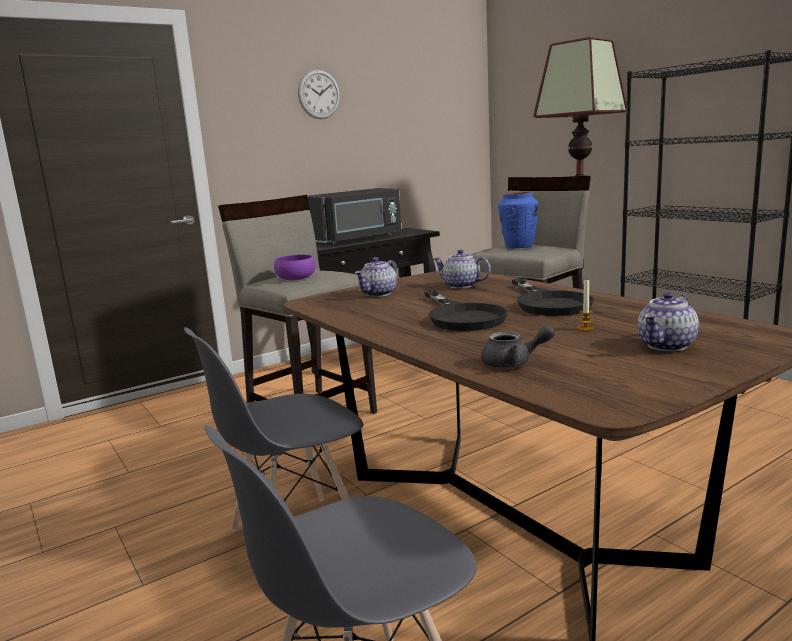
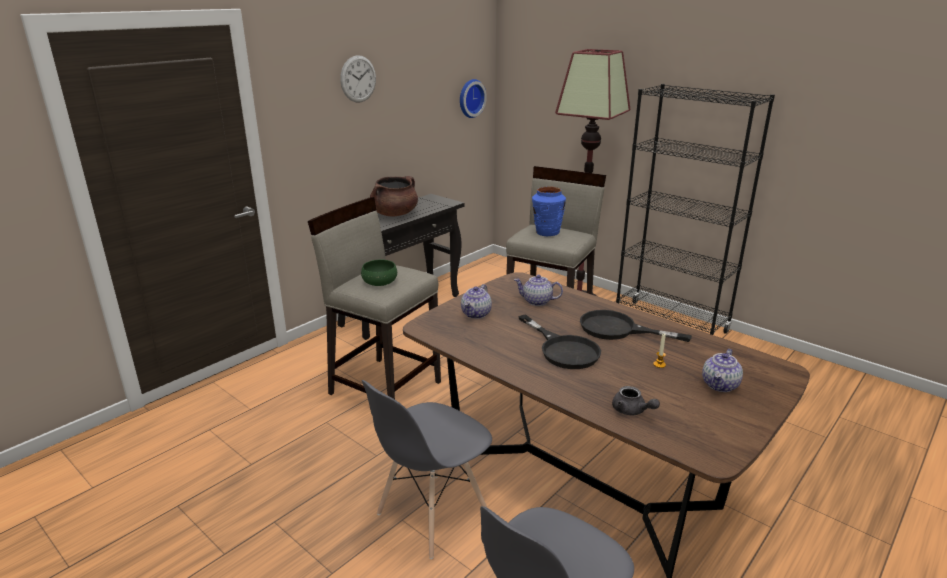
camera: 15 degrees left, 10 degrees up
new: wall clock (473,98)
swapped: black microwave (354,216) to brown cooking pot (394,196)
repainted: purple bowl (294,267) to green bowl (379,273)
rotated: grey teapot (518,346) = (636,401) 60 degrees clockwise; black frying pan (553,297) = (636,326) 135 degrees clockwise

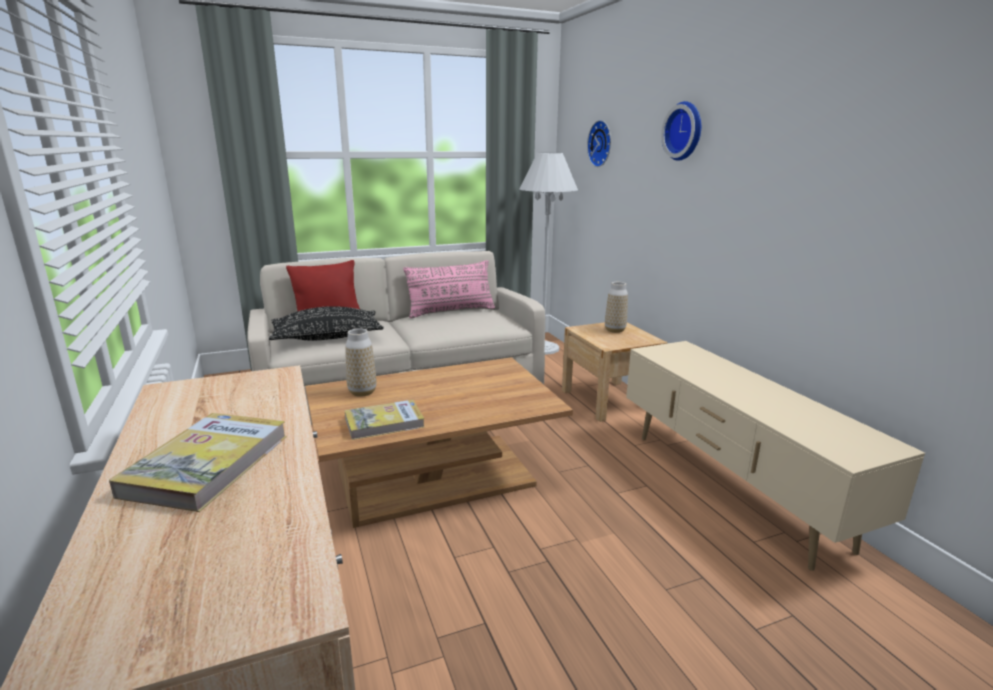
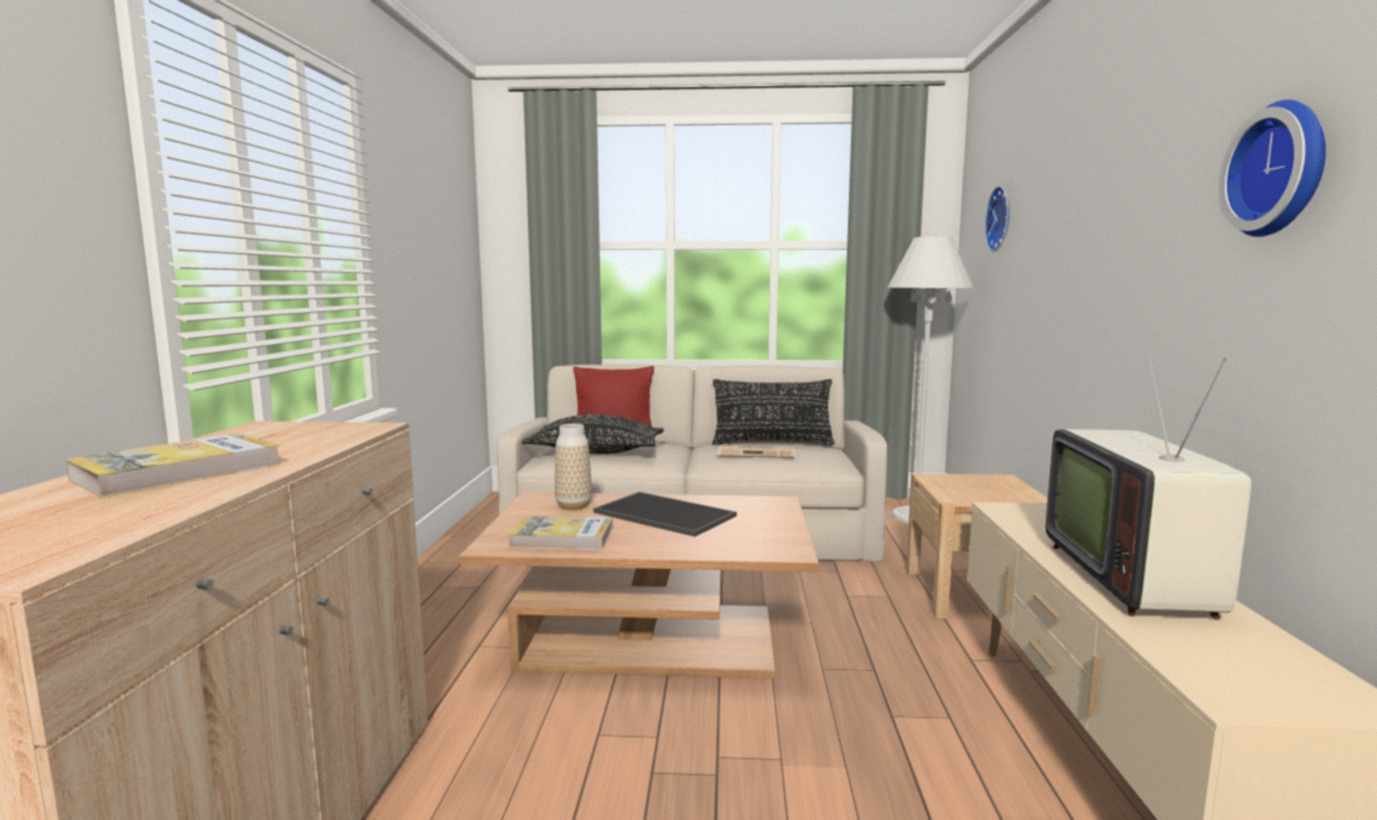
camera: 25 degrees right, 10 degrees down
gone: vase (616,307)
new: tray (665,514); newspaper (756,451); television (1148,486)
shifted: wall clock (681,131) to (1272,168)
repainted: pink pillow (449,289) to black pillow (773,412)

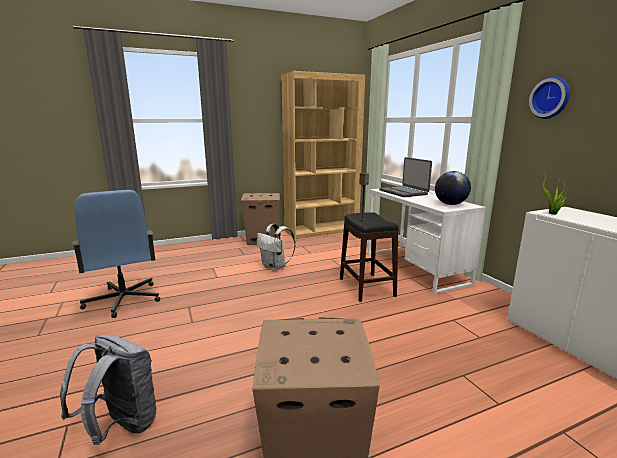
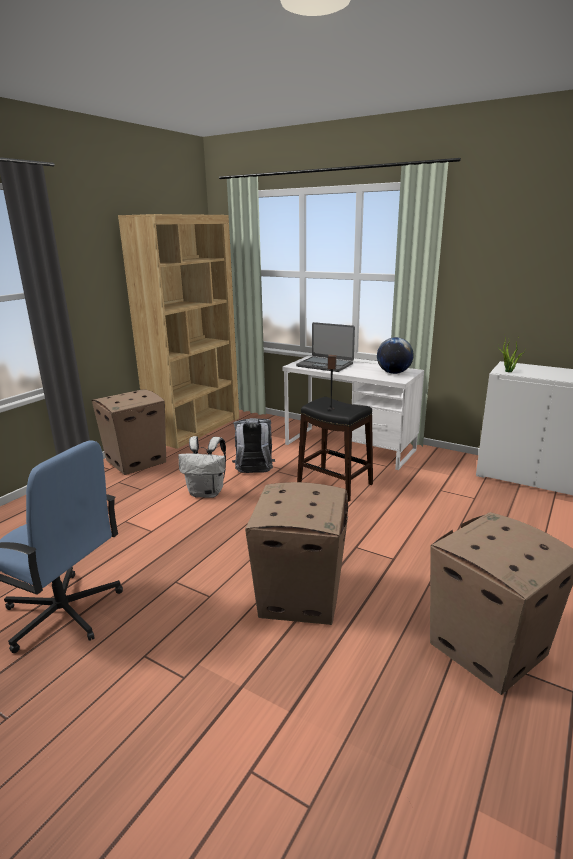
camera: 35 degrees left, 5 degrees up
gone: wall clock (549,97)
new: cardboard box (296,553)
shifted: grey backpack (108,390) to (253,445)

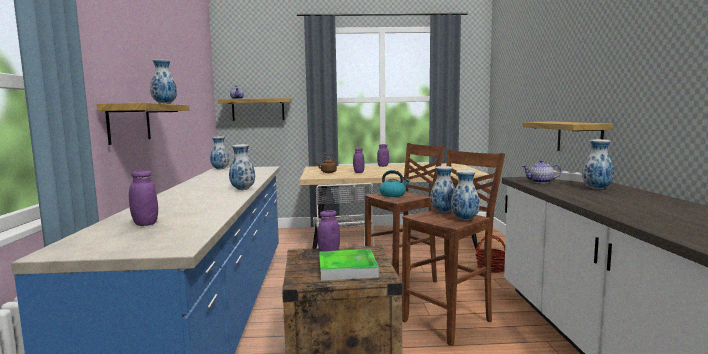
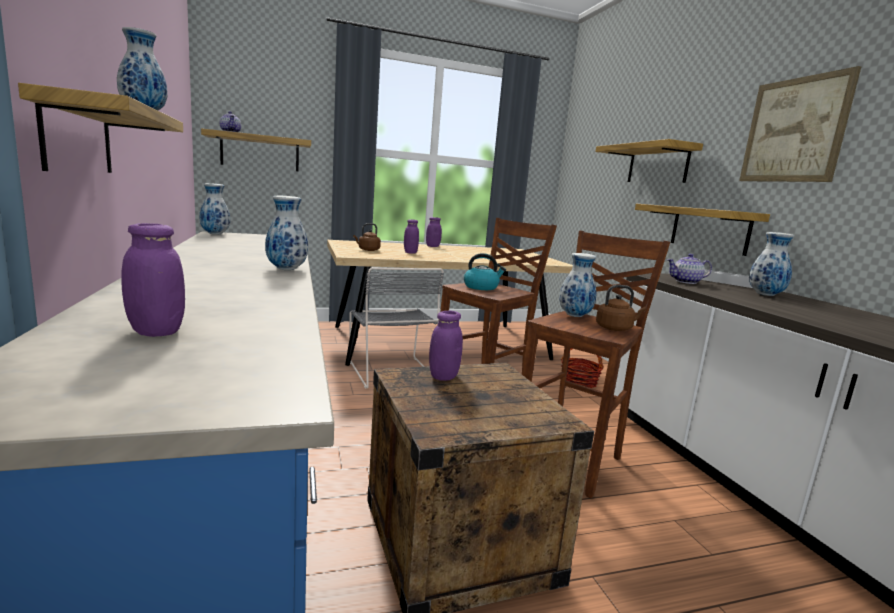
camera: 15 degrees left, 5 degrees up
gone: tray (349,265)
new: shelf (649,161); picture (800,124)
swapped: vase (465,195) to brown kettle (621,308)

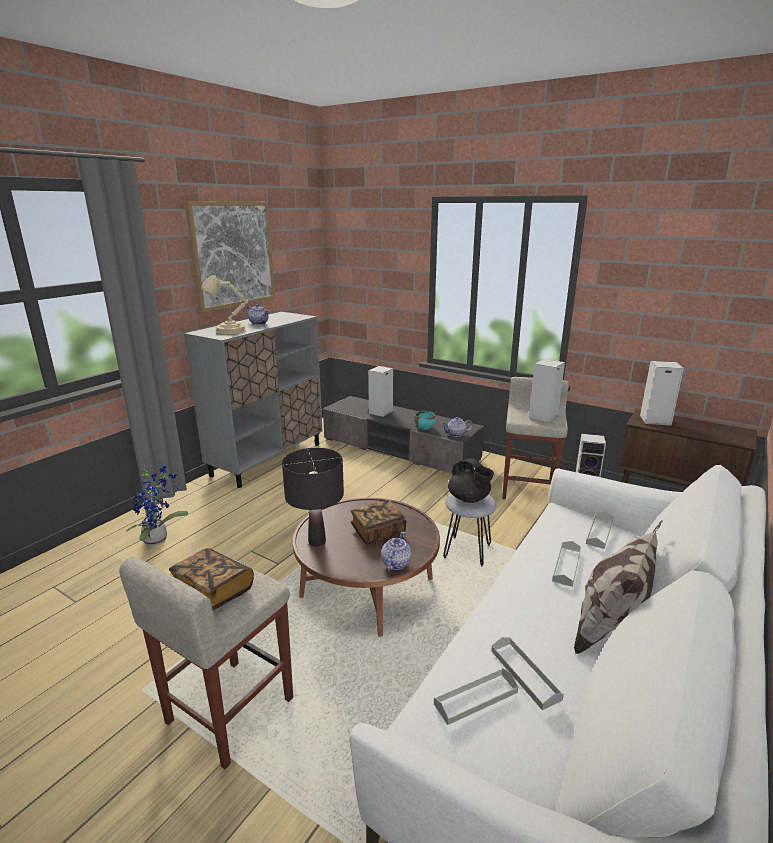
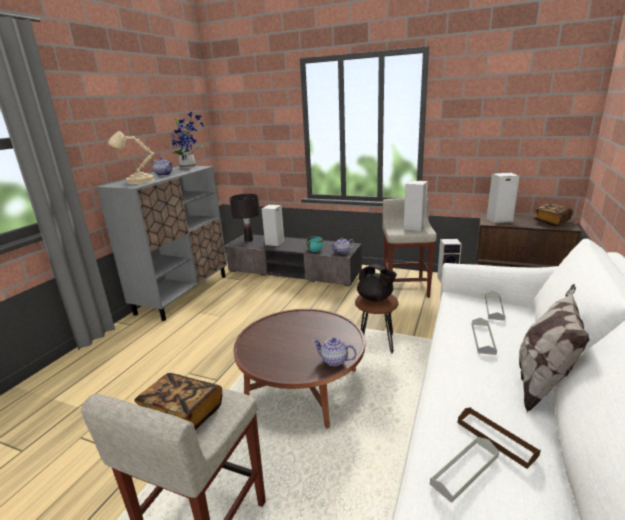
camera: 10 degrees left, 0 degrees up
gone: picture (230,257)
shifted: potted plant (157,505) to (189,140); black table lamp (313,497) to (244,218); book (378,522) to (553,214)
repainted: grey stool (470,529) to brown stool (377,324); grey tray (527,673) to brown tray (499,438)
rotated: teapot (396,551) = (334,351) 75 degrees counterclockwise

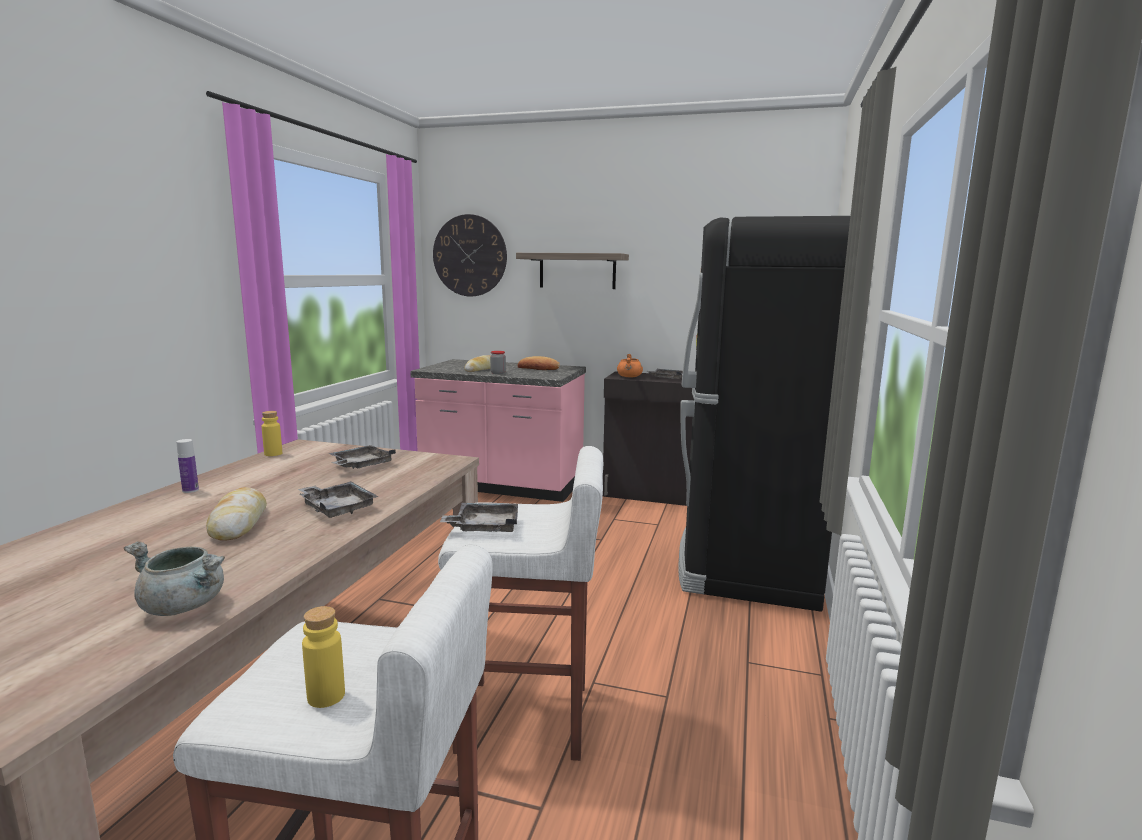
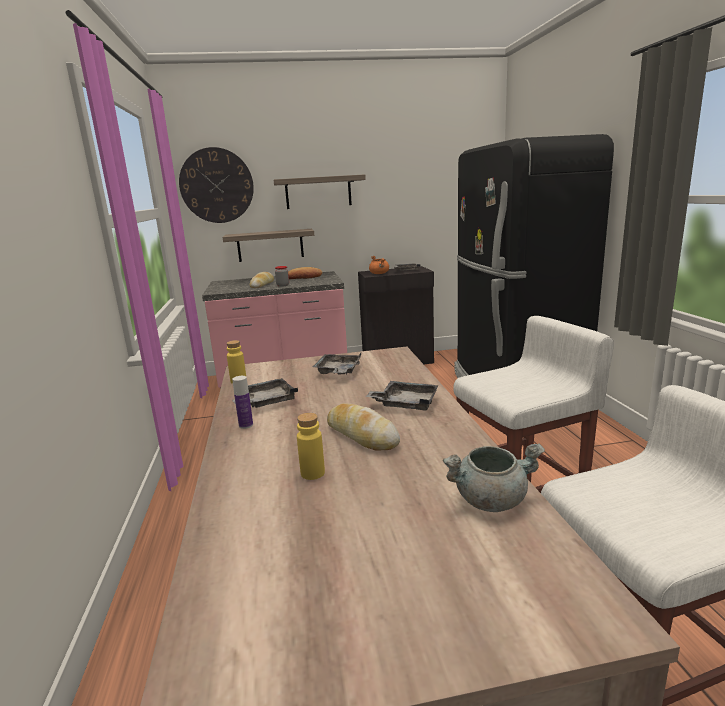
camera: 25 degrees left, 5 degrees up
new: shelf (268,245)
shifted: yellow bottle (323,657) to (311,446); grey tray (479,517) to (265,393)

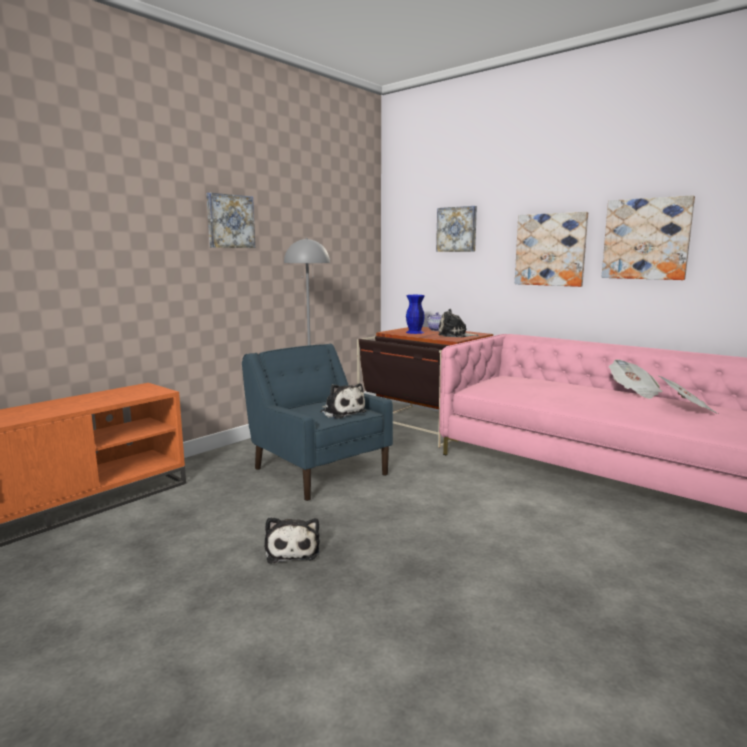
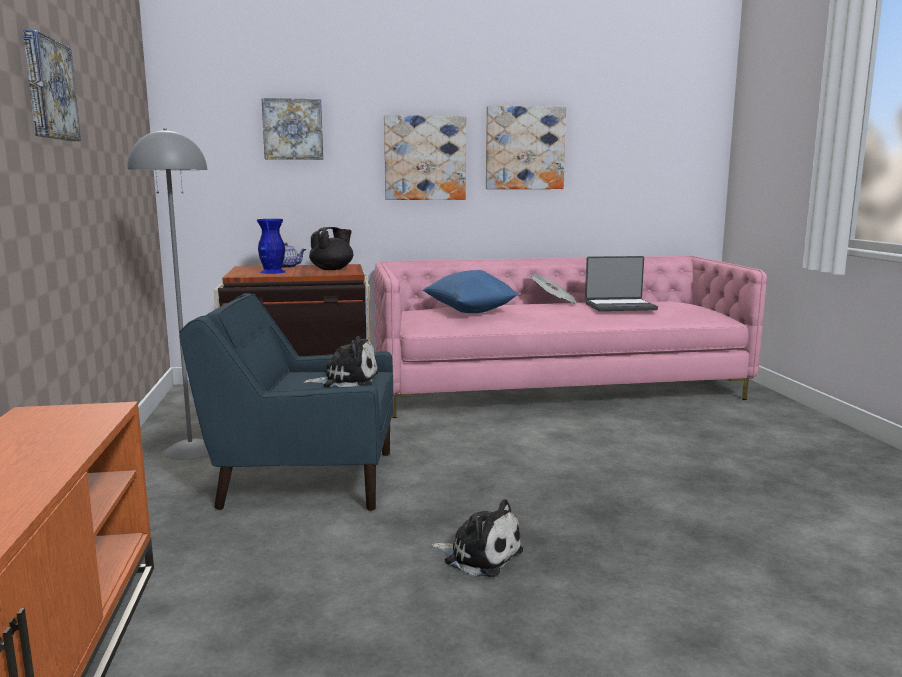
camera: 50 degrees left, 0 degrees up
new: blue pillow (471,291)
swapped: plush toy (458,323) to black teapot (331,248); newspaper (687,394) to laptop (621,283)

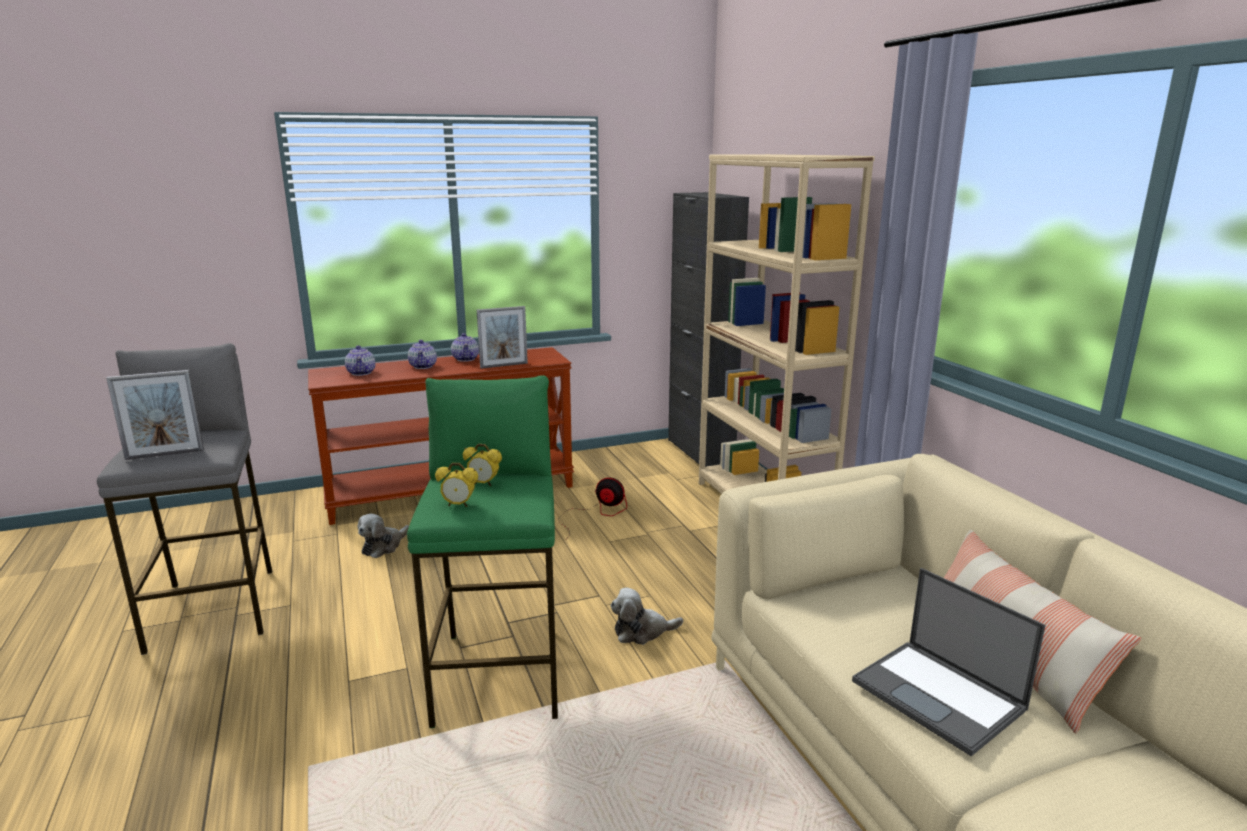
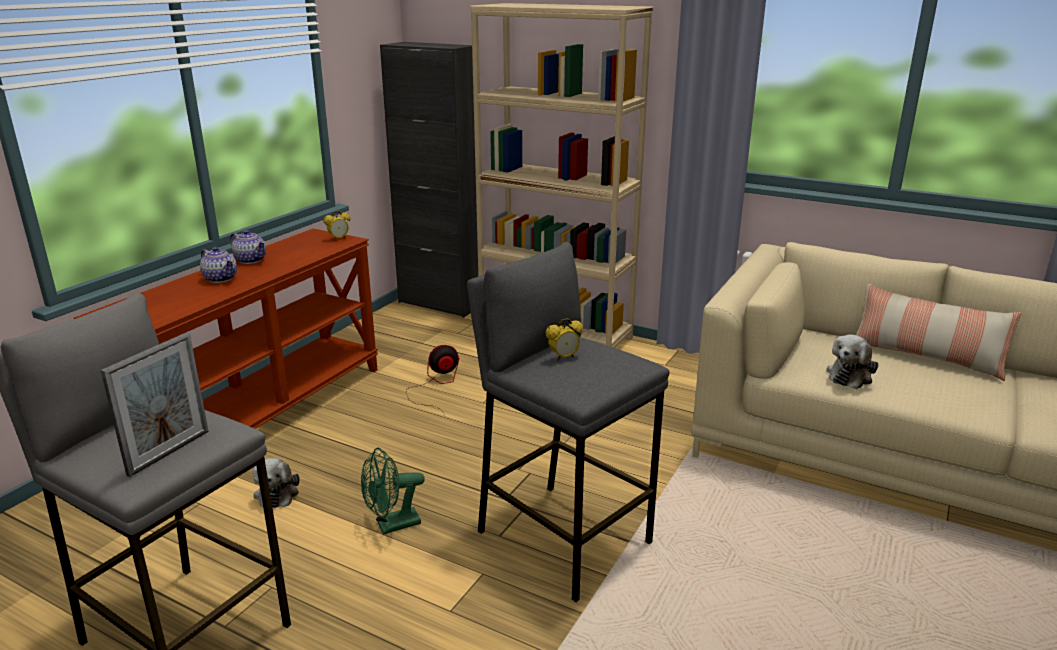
camera: 40 degrees left, 5 degrees up
gone: teapot (360,360); picture frame (502,337); laptop (949,662)
new: green fan (393,491)
shifted: alarm clock (456,485) to (336,225); plush toy (647,616) to (852,361)
repainted: green stool (482,551) to grey stool (568,422)

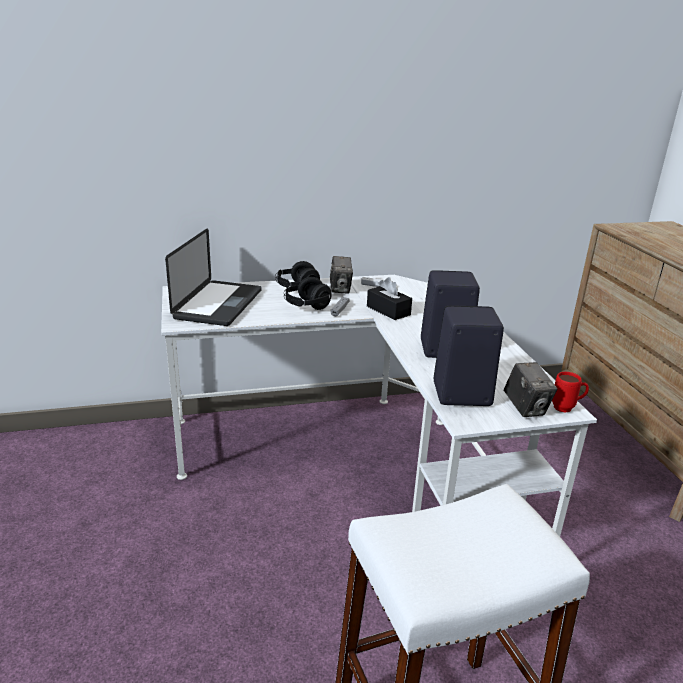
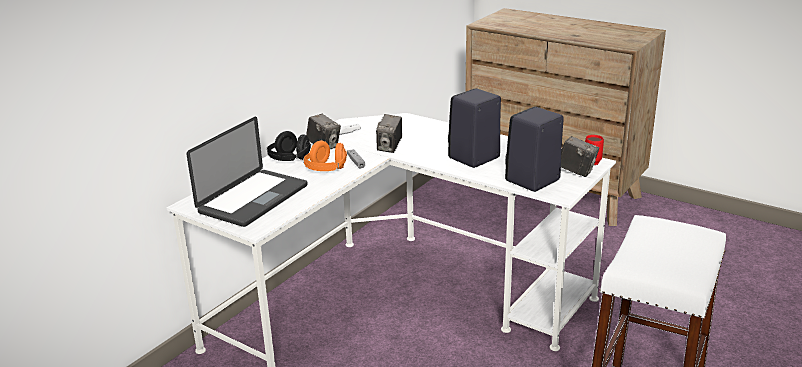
camera: 40 degrees left, 0 degrees up
swapped: black tissue box (389,298) to photo camera (389,133)
repainted: black headphones (308,293) to orange headphones (325,155)
rotated: laptop (213,277) = (247,172) 60 degrees clockwise

